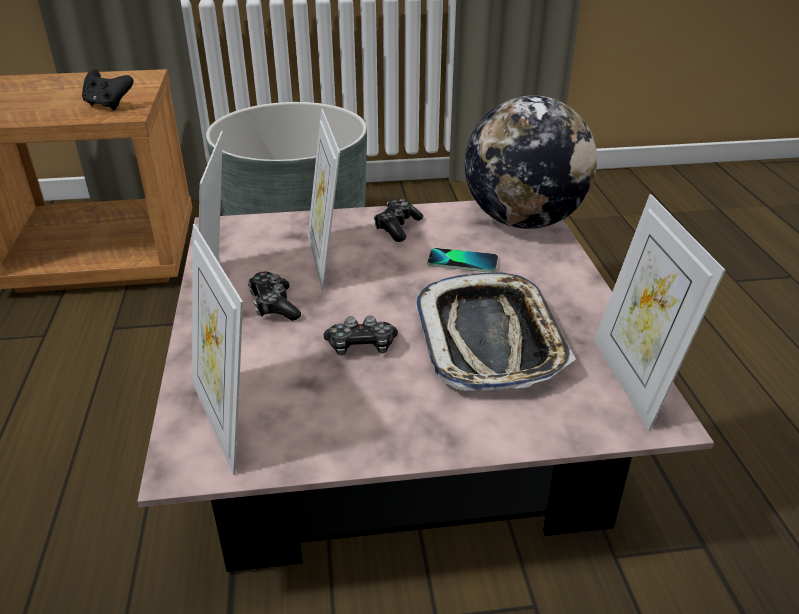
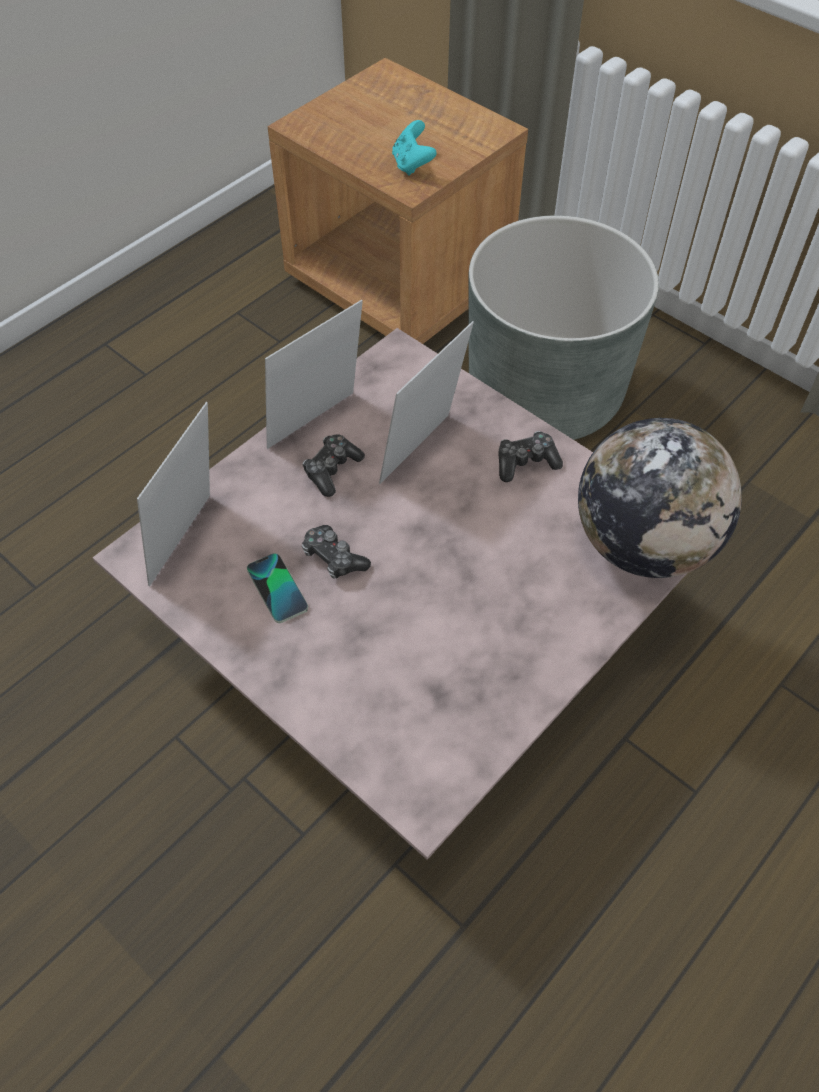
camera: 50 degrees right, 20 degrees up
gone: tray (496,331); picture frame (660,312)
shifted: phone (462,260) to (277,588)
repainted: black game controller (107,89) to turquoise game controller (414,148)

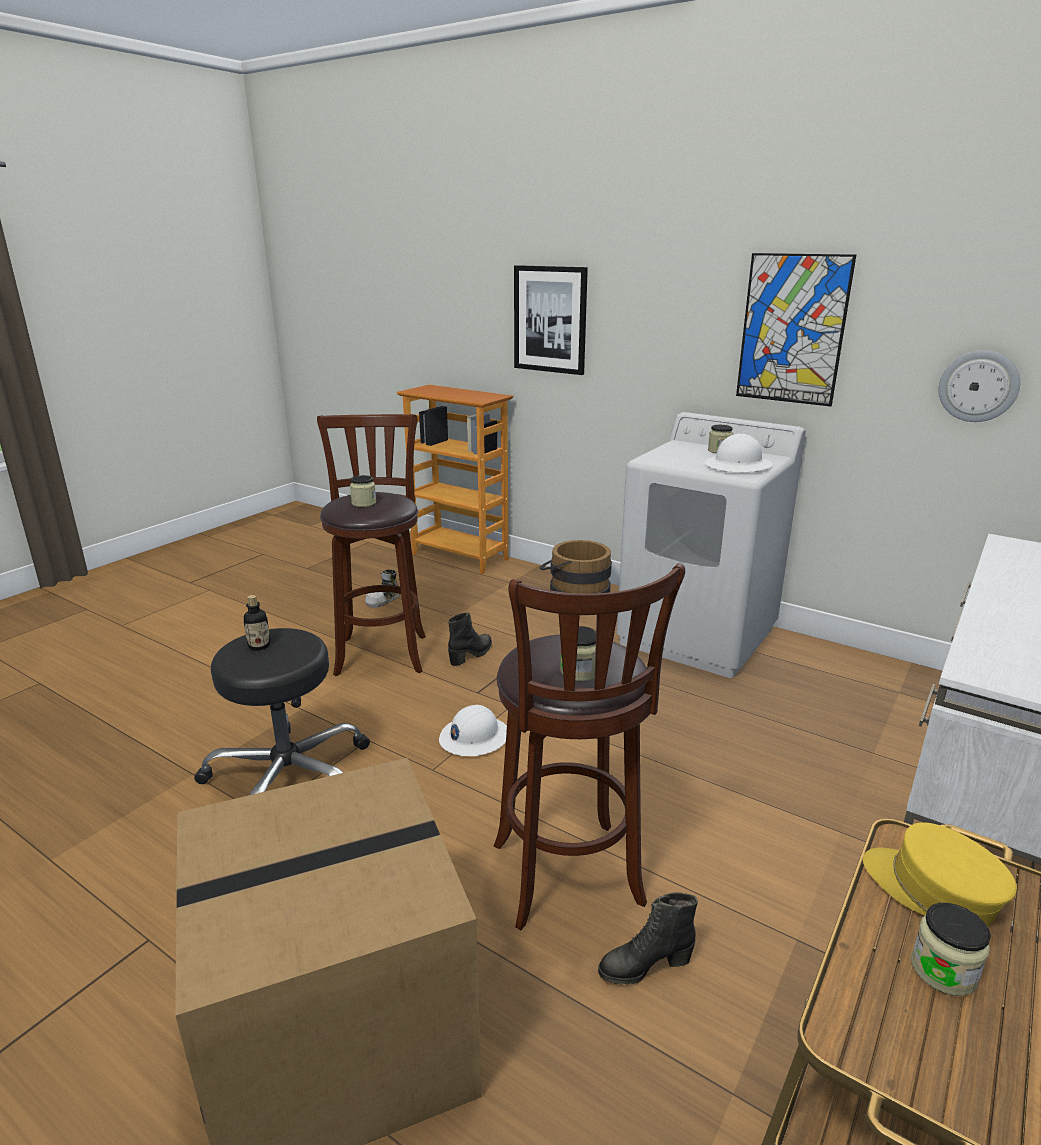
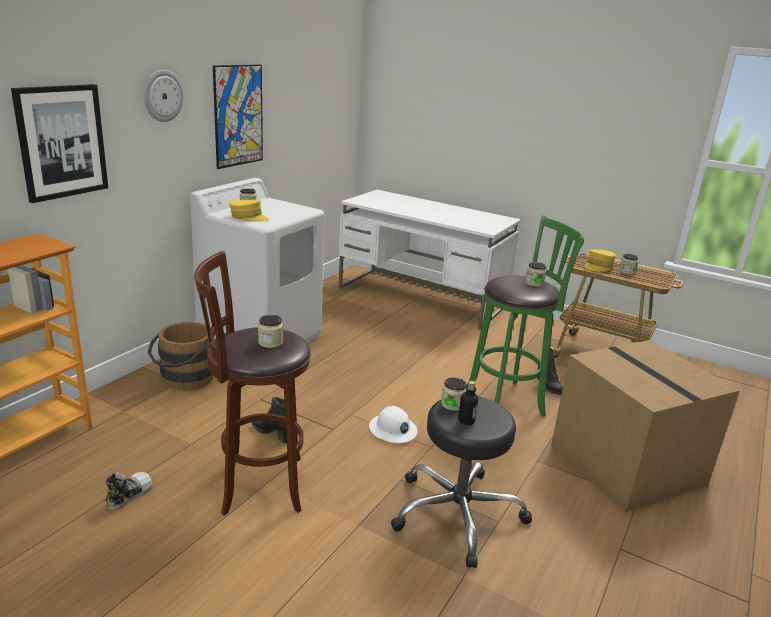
camera: 95 degrees left, 0 degrees up
gone: white hard hat (738,453)
new: yellow cap (249,210); jar (454,394)
shifted: wall clock (979,386) to (164,96)
repainted: brown stool (589,746) to green stool (525,316)
rotated: shoe (382,588) = (128,491) 90 degrees counterclockwise

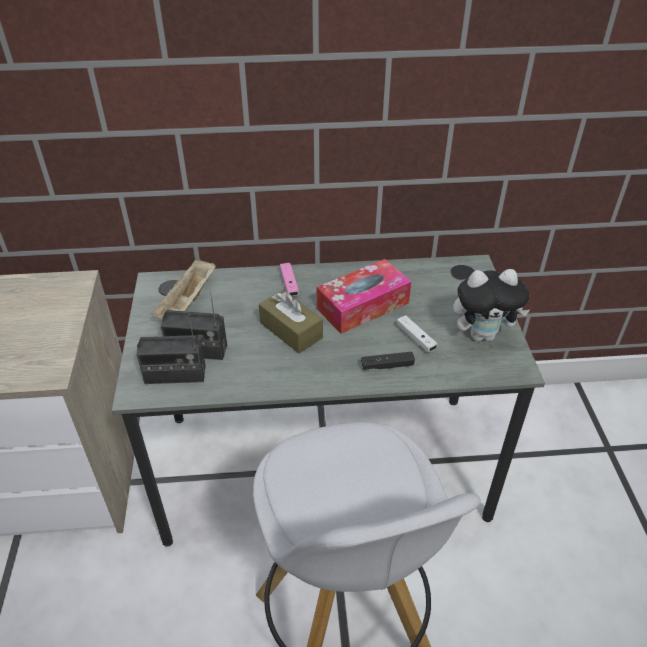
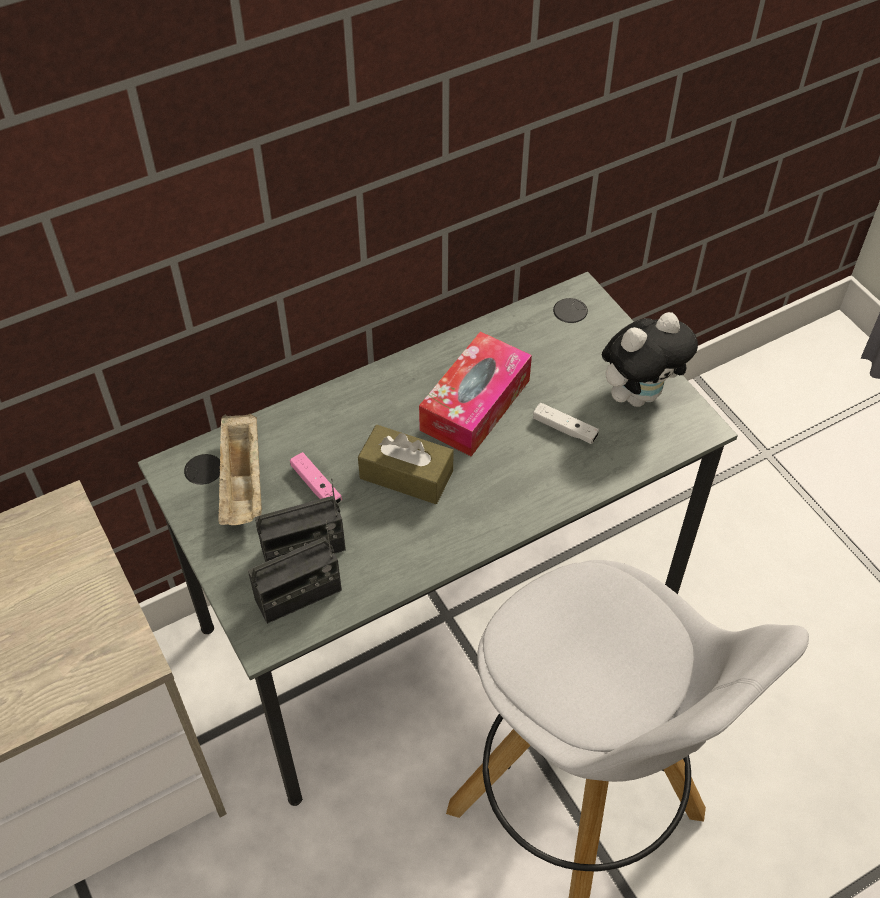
camera: 25 degrees left, 10 degrees up
gone: black game controller (388,360)
shifted: pink game controller (289,279) to (316,477)

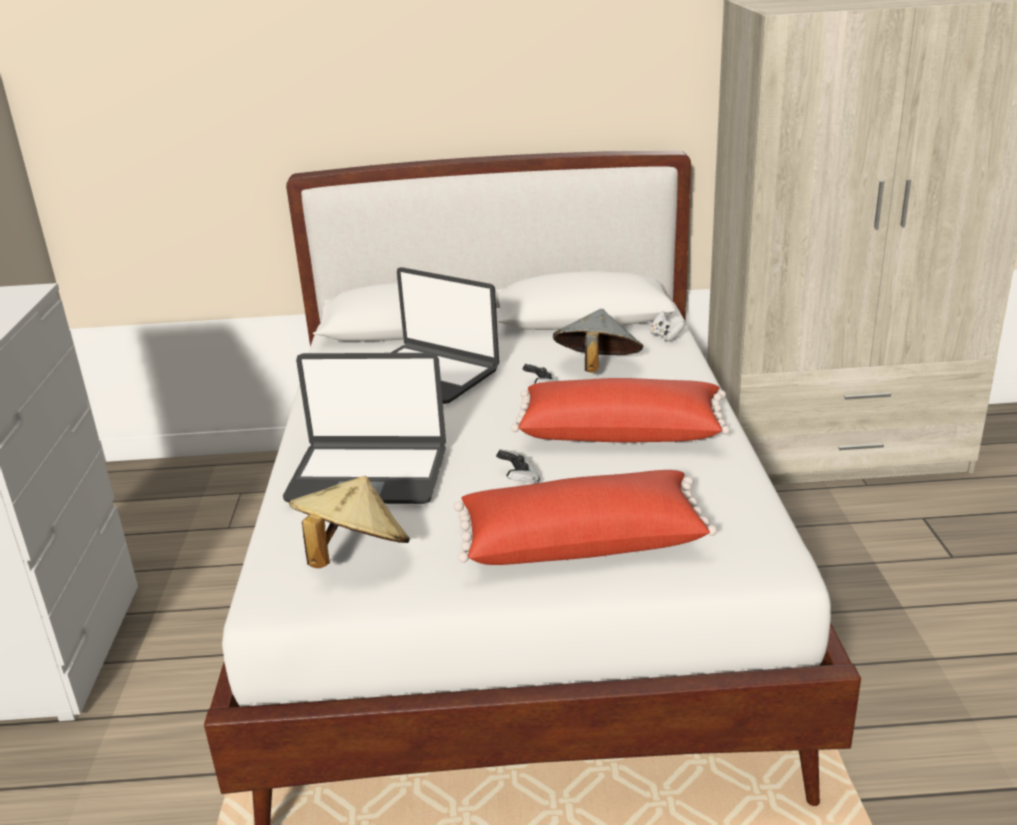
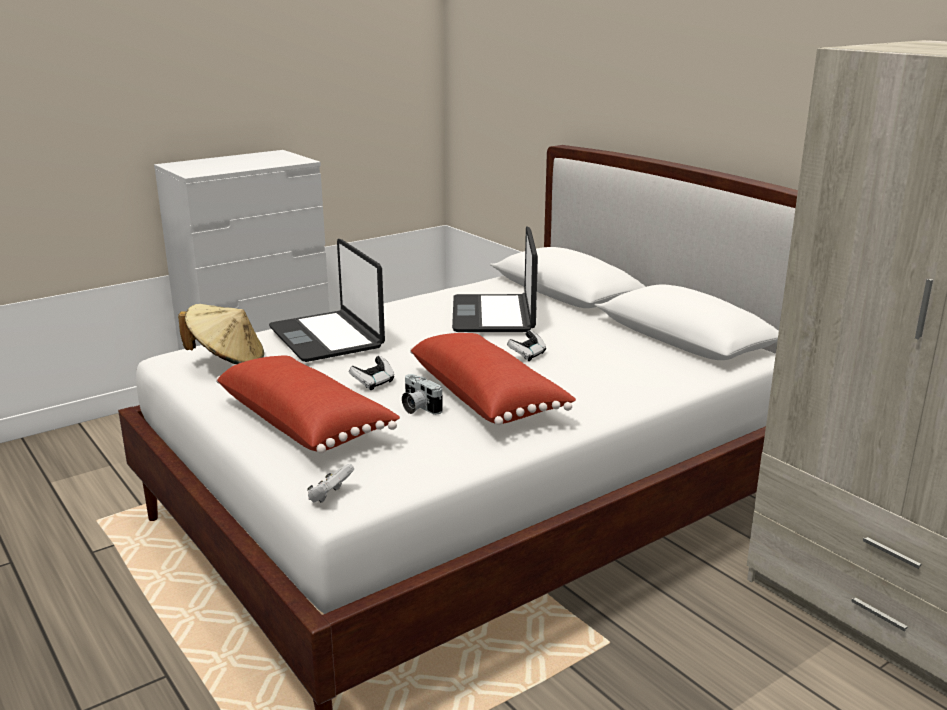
camera: 55 degrees right, 5 degrees down
gone: grey hat (598,341)
new: photo camera (422,394)
shifted: white game controller (667,326) to (330,483)

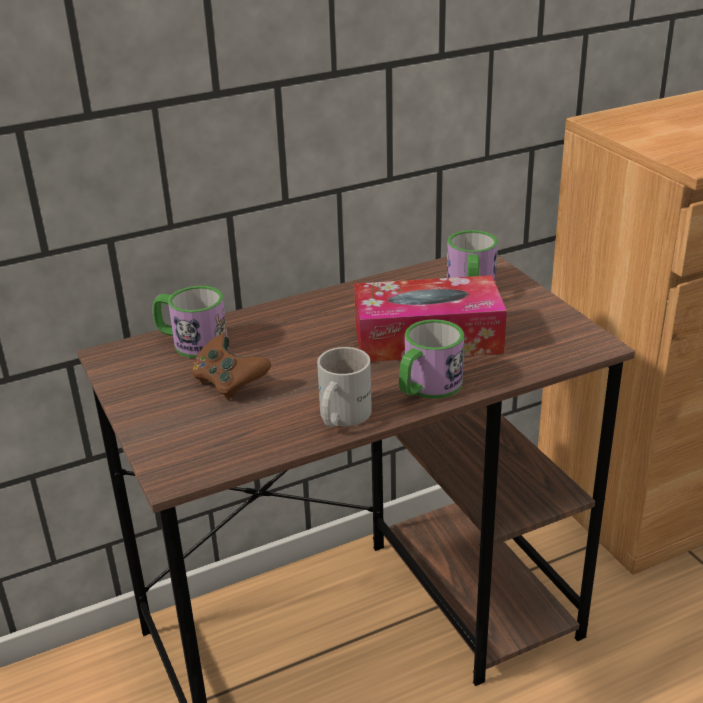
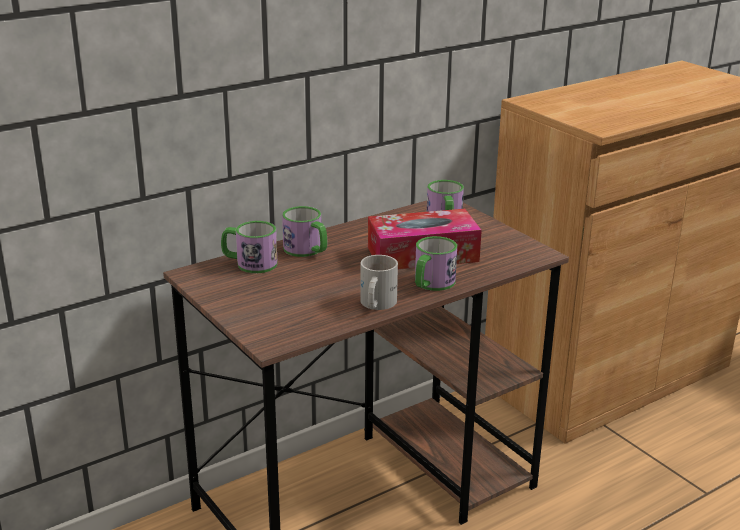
camera: 10 degrees left, 5 degrees down
gone: brown game controller (231,367)
new: mug (304,231)

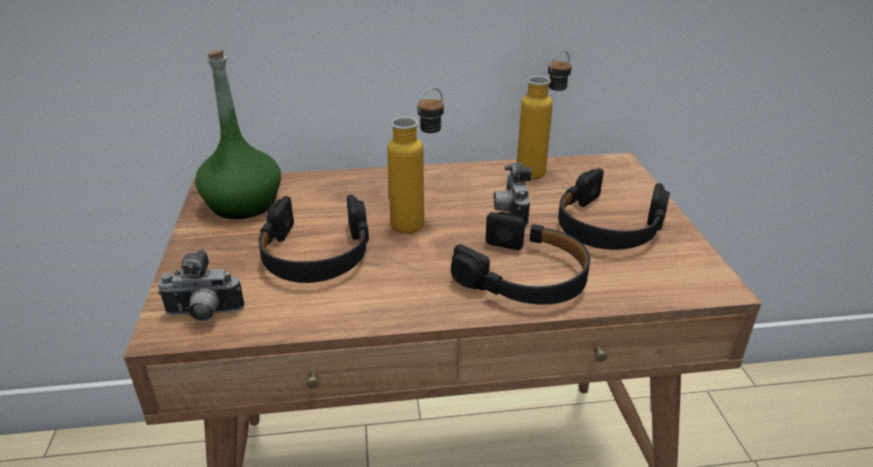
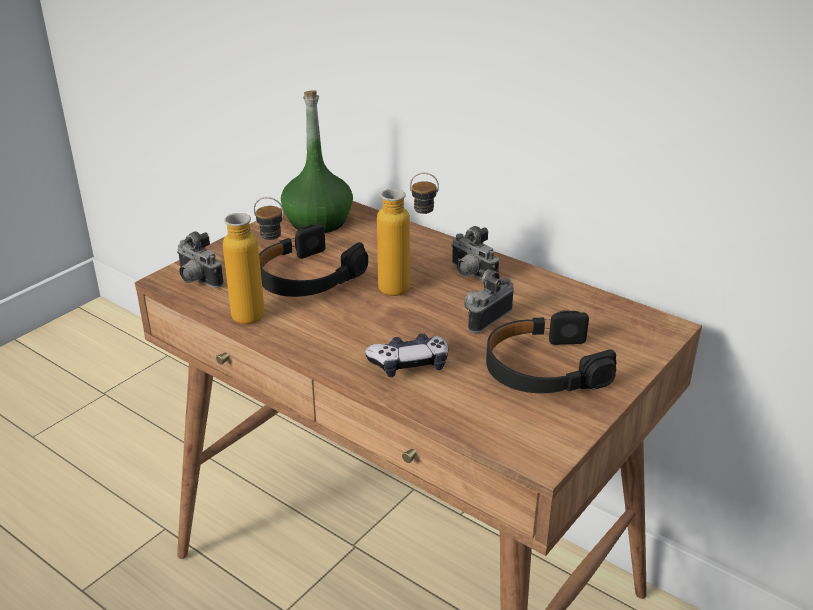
camera: 45 degrees right, 0 degrees up
new: photo camera (475,252)
shifted: bottle (544,115) to (253,260)
swapped: black headphones (520,258) to game controller (406,355)

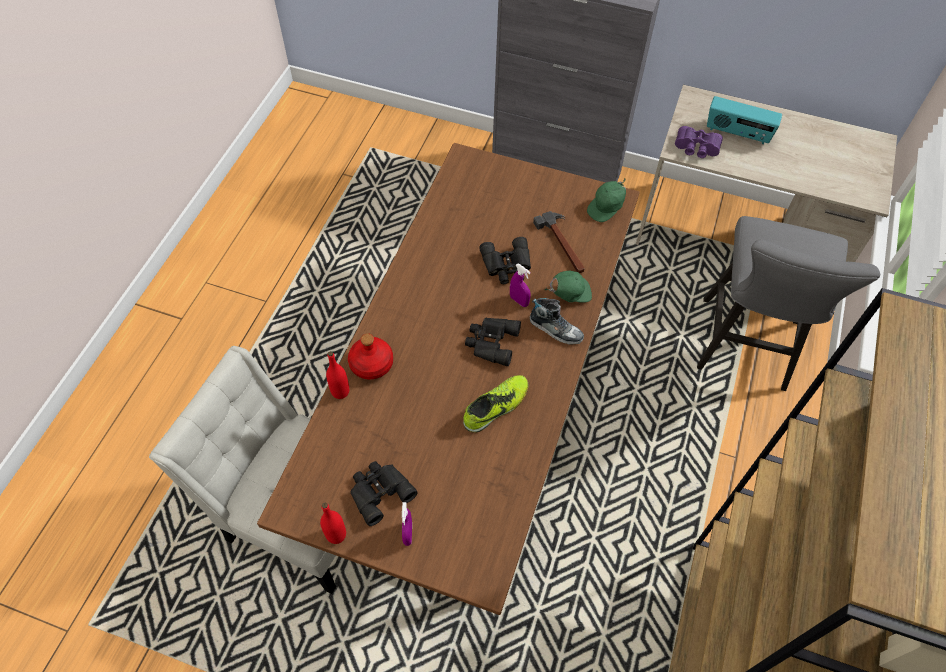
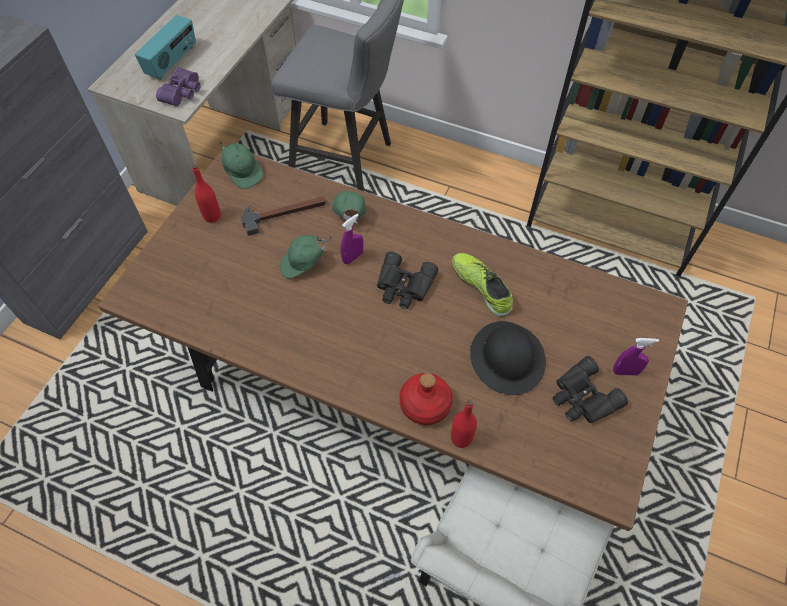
camera: 85 degrees left, 0 degrees up
gone: shoe (557,321)
new: black hard hat (508,358)
shifted: red bottle (333,523) to (206,194)
swapped: black binoculars (505,260) to green cap (306,256)

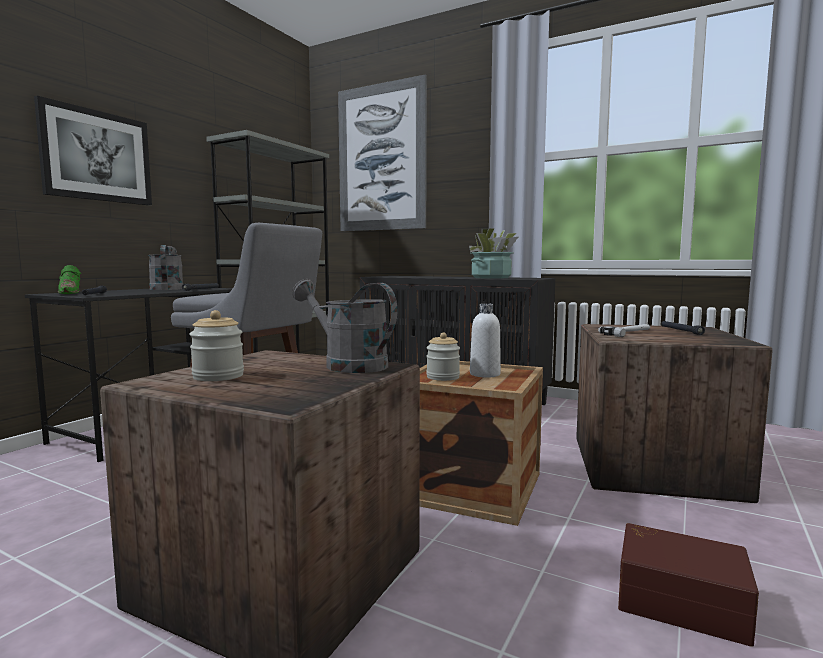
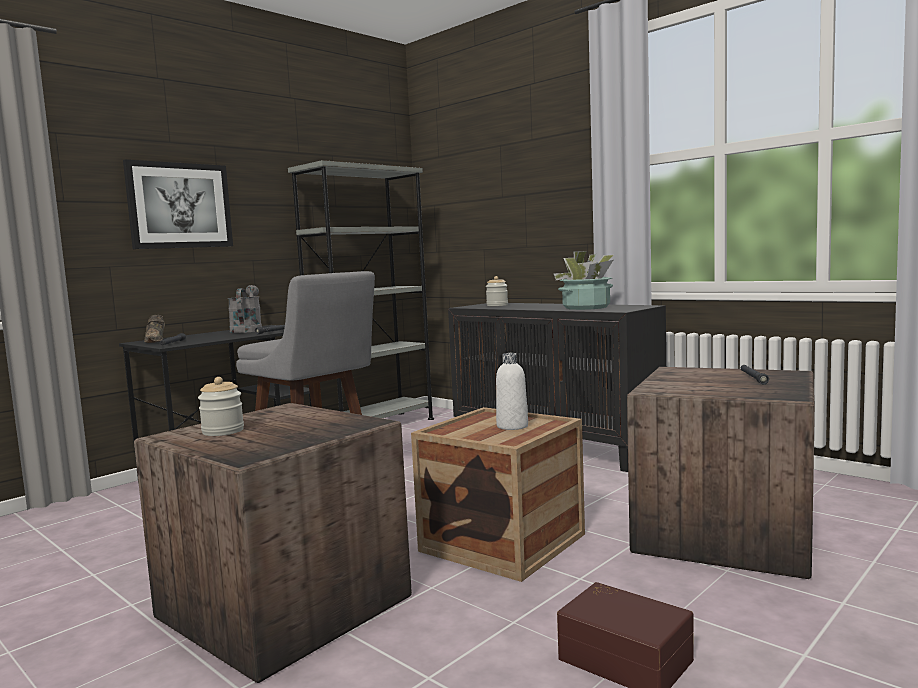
camera: 15 degrees right, 0 degrees up
gone: grey watering can (344,326); picture (382,152); hammer (624,330)
shifted: jar (443,356) to (497,291)
repainted: green shoe (69,279) to brown shoe (154,329)

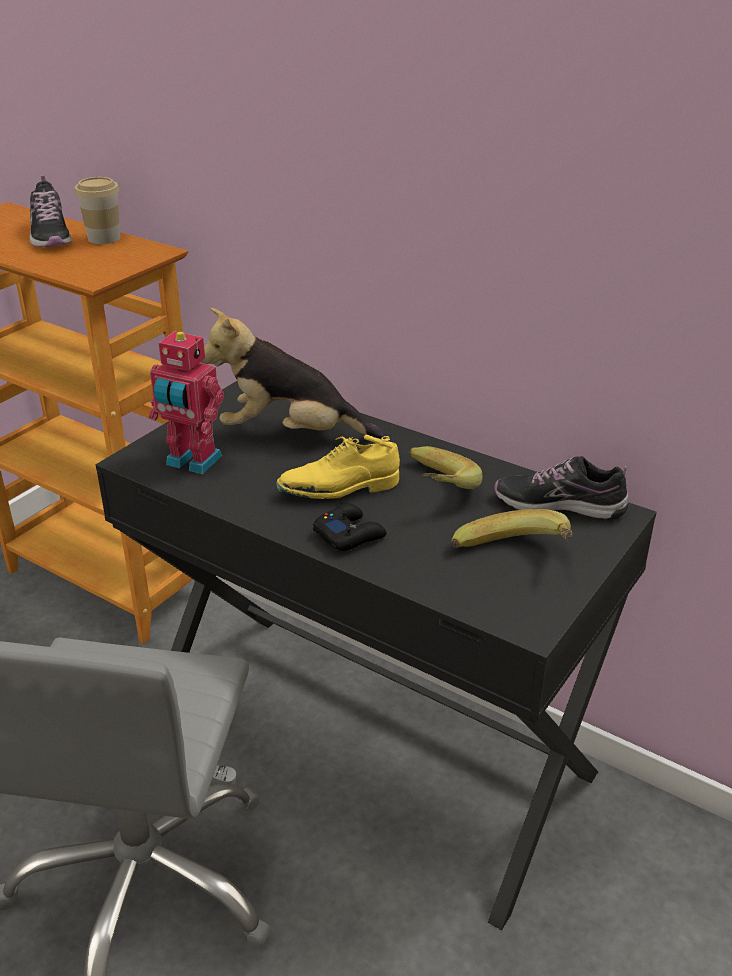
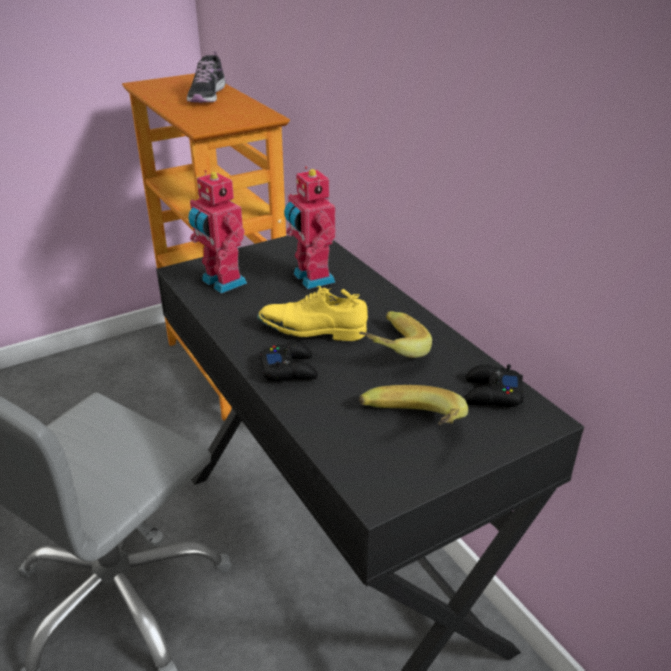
camera: 25 degrees right, 0 degrees up
gone: cup (97,210)
swapped: plush toy (292,373) to toy robot (310,227); shoe (562,488) to black game controller (494,385)

